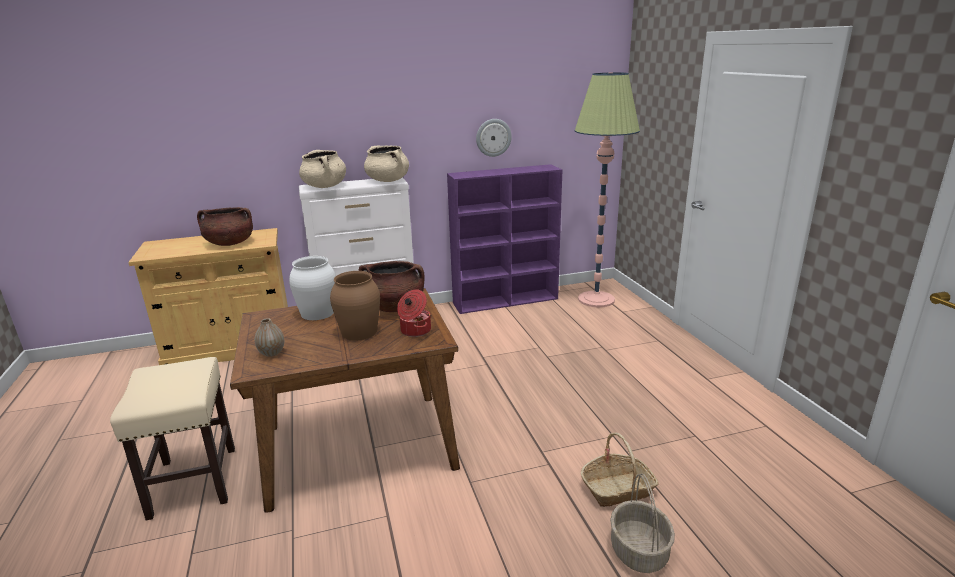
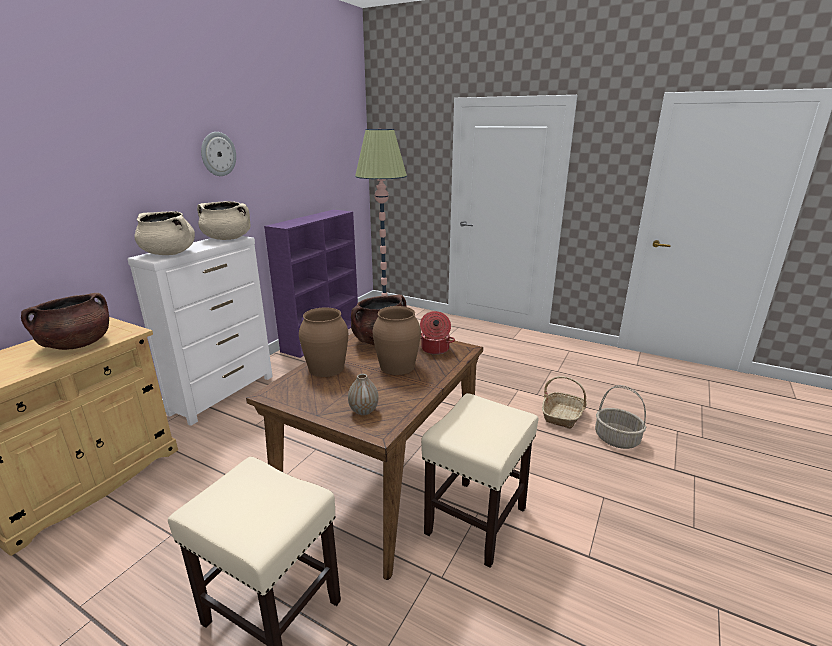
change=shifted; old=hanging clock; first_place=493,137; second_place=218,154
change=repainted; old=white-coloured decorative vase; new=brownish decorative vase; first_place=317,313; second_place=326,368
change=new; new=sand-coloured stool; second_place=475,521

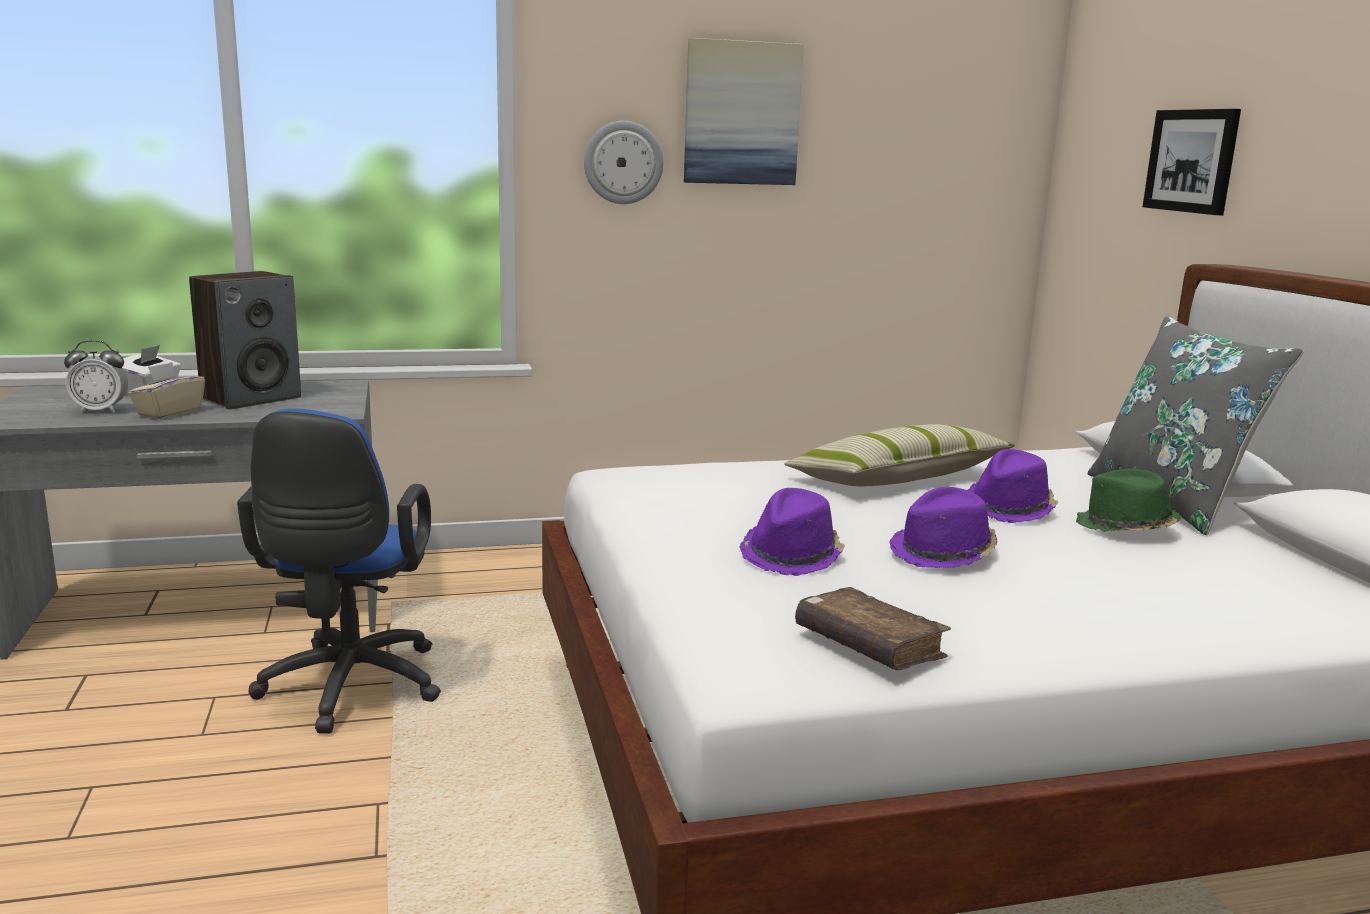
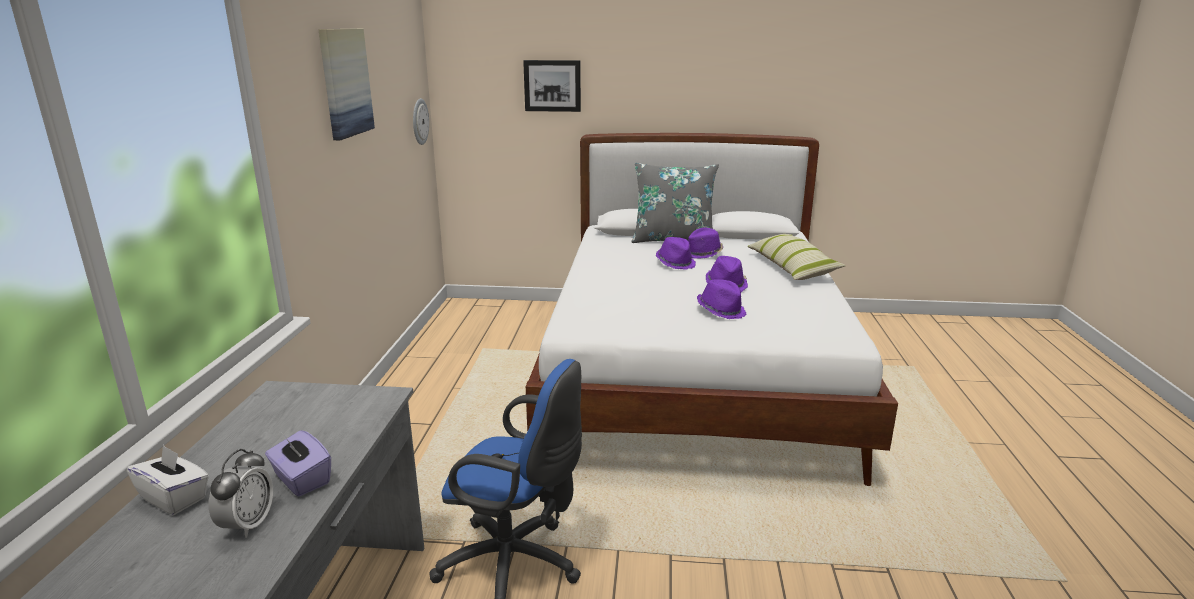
change=shifted; old=hanging clock; first_place=623,162; second_place=419,121
change=gone; old=speaker; first_place=251,398
change=repainted; old=sand-coloured tissue box; new=purple-coloured tissue box; first_place=169,412; second_place=301,480
change=shifted; old=pillow; first_place=898,479; second_place=791,268
change=repainted; old=green-coloured clothing hat; new=purple-coloured clothing hat; first_place=1125,528; second_place=703,253
change=gone; old=brownish book; first_place=868,646

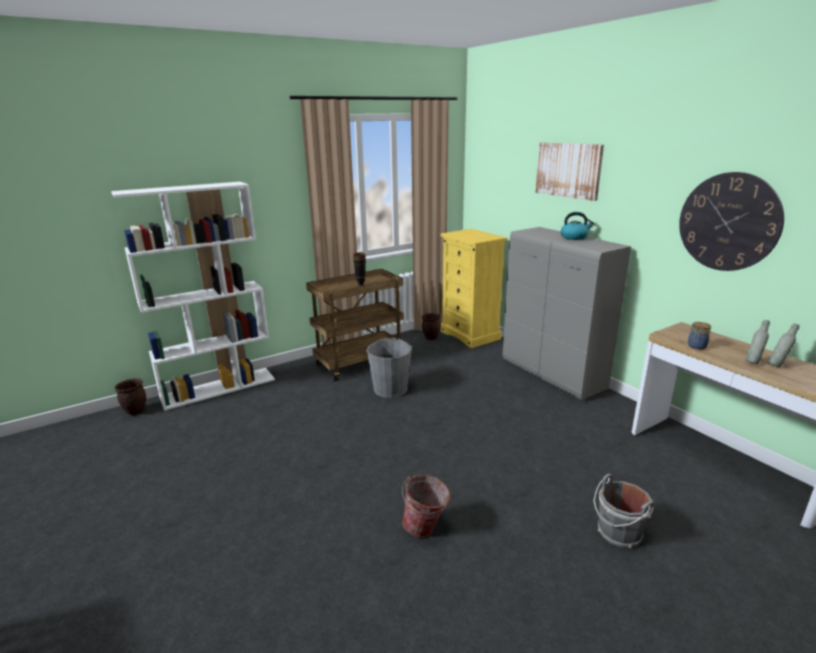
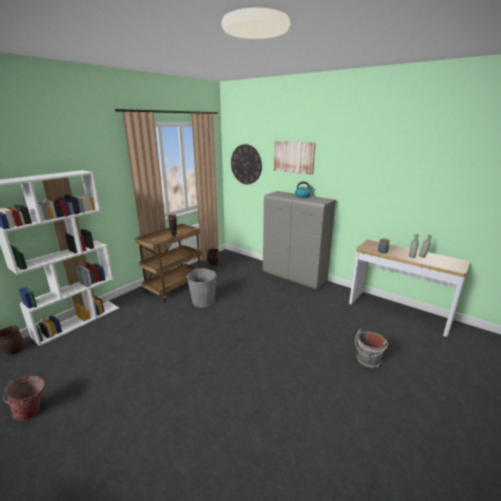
change=shifted; old=hanging clock; first_place=728,222; second_place=246,164
change=gone; old=yellow-coloured drawer chest; first_place=470,335
change=shifted; old=pail; first_place=426,529; second_place=32,413

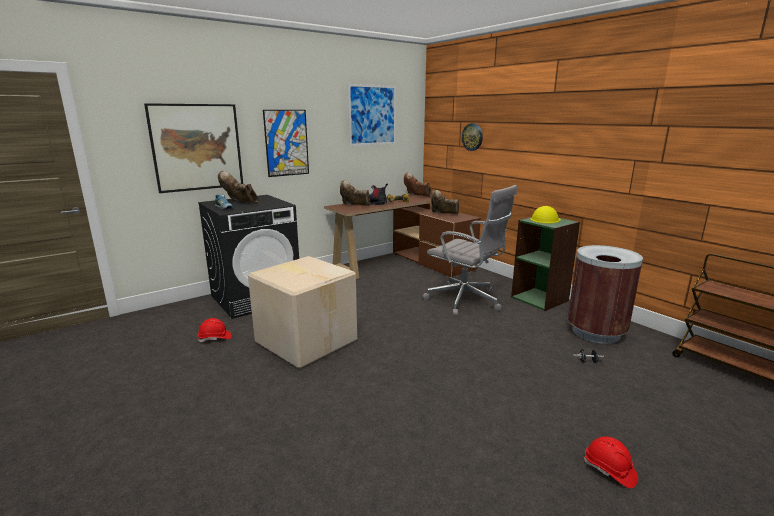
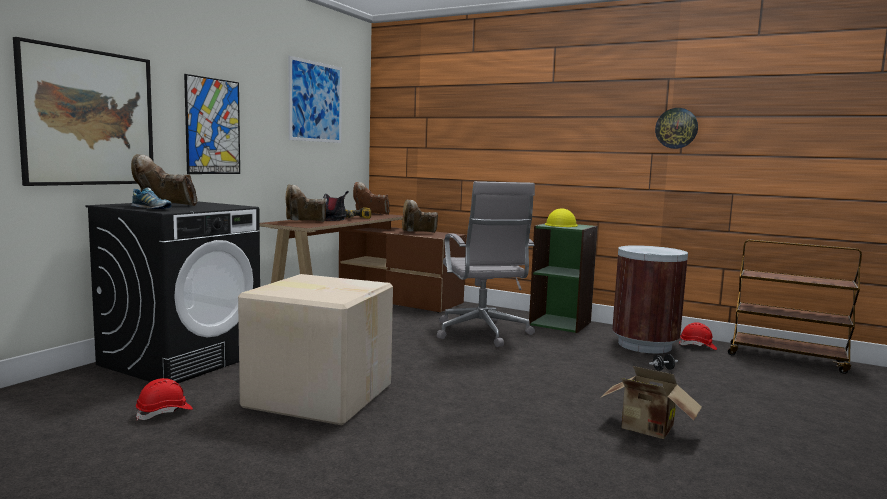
change=shifted; old=hanging clock; first_place=472,137; second_place=676,128
change=rotated; old=greyish computer chair; first_place=465,301; second_place=482,333; degrees=60
change=shifted; old=red safety helmet; first_place=609,470; second_place=697,346
change=new; new=packing box; second_place=647,430

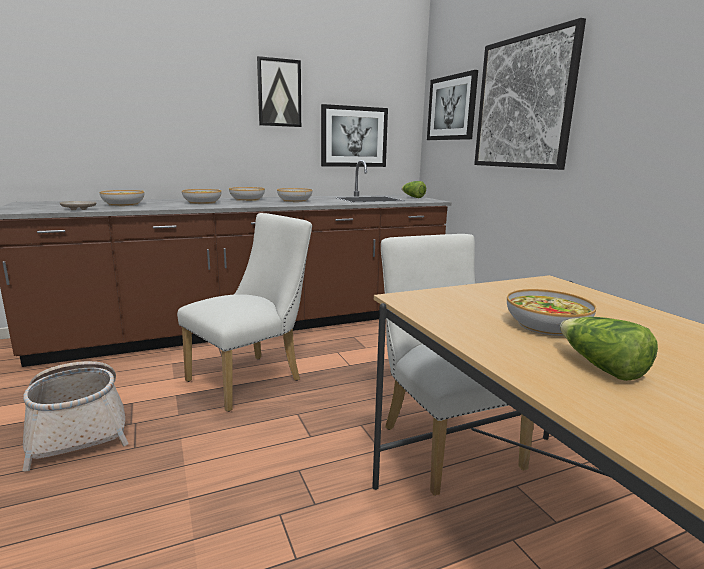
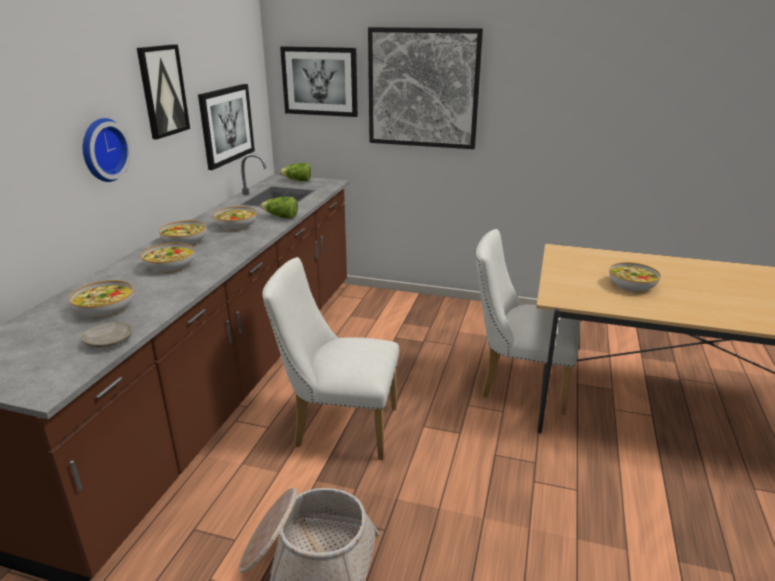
change=rotated; old=white-coloured upright chair; first_place=251,378; second_place=338,426; degrees=-75
change=shifted; old=lettuce; first_place=600,367; second_place=281,217
change=new; new=hanging clock; second_place=102,150

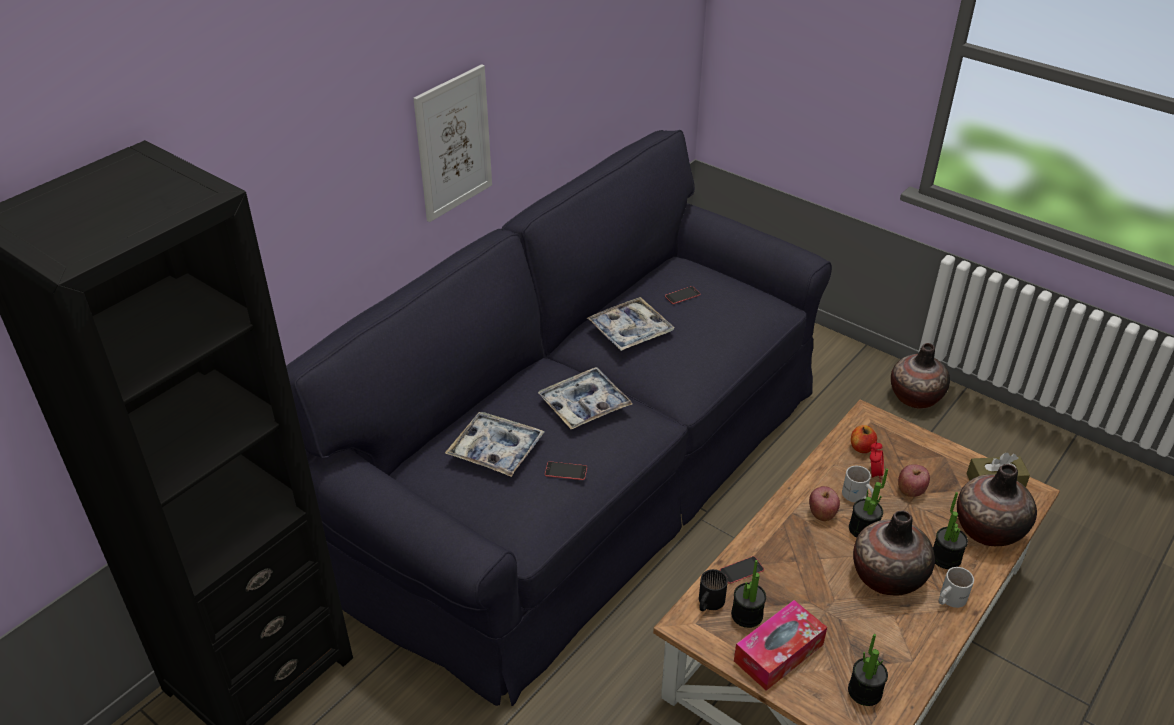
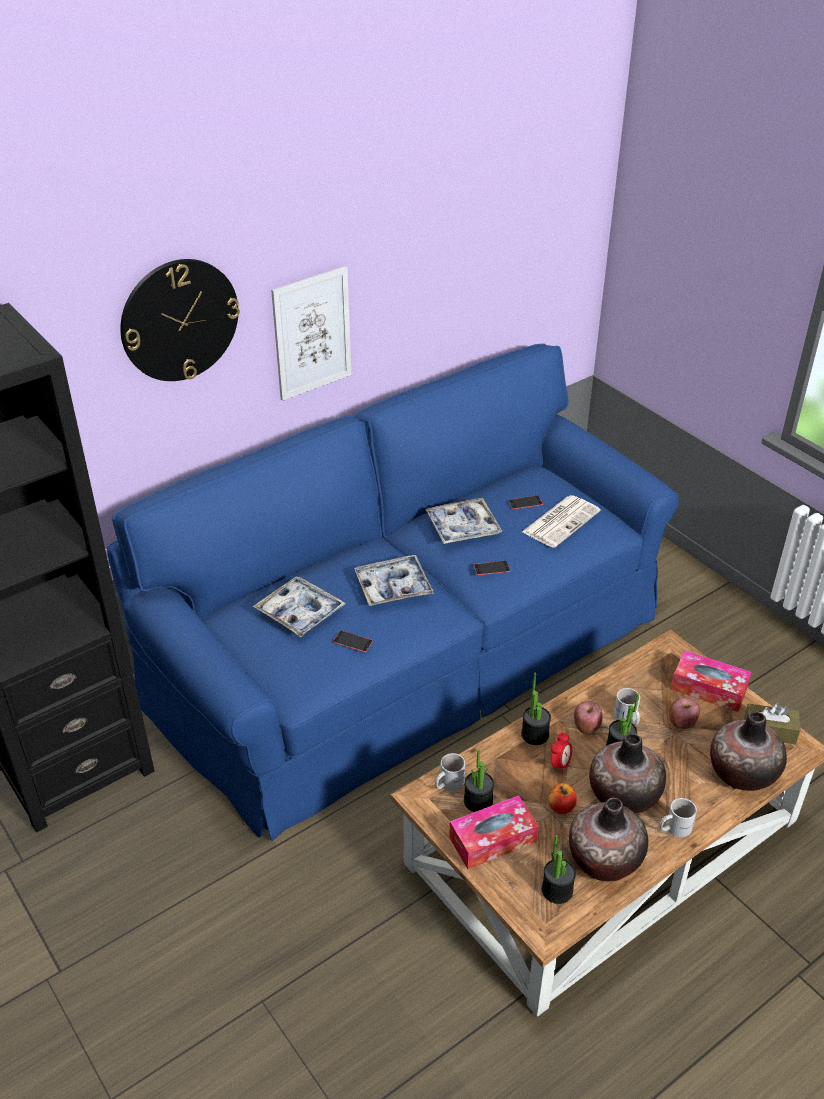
change=repainted; old=blackish settee; new=blue-coloured settee; first_place=587,475; second_place=412,655
change=shifted; old=decorative vase; first_place=915,397; second_place=604,859
change=shifted; old=whole apple; first_place=861,448; second_place=561,807
change=shifted; old=bedside clock; first_place=873,474; second_place=560,764
change=shifted; old=potted plant; first_place=945,558; second_place=534,735
change=shifted; old=phone; first_place=741,570; second_place=492,568
change=repainted; old=blackish mug; new=white-coloured mug; first_place=708,602; second_place=447,783
change=new; new=hanging clock; second_place=179,320
change=new; new=newspaper; second_place=561,521
change=new; new=tissue box; second_place=709,688

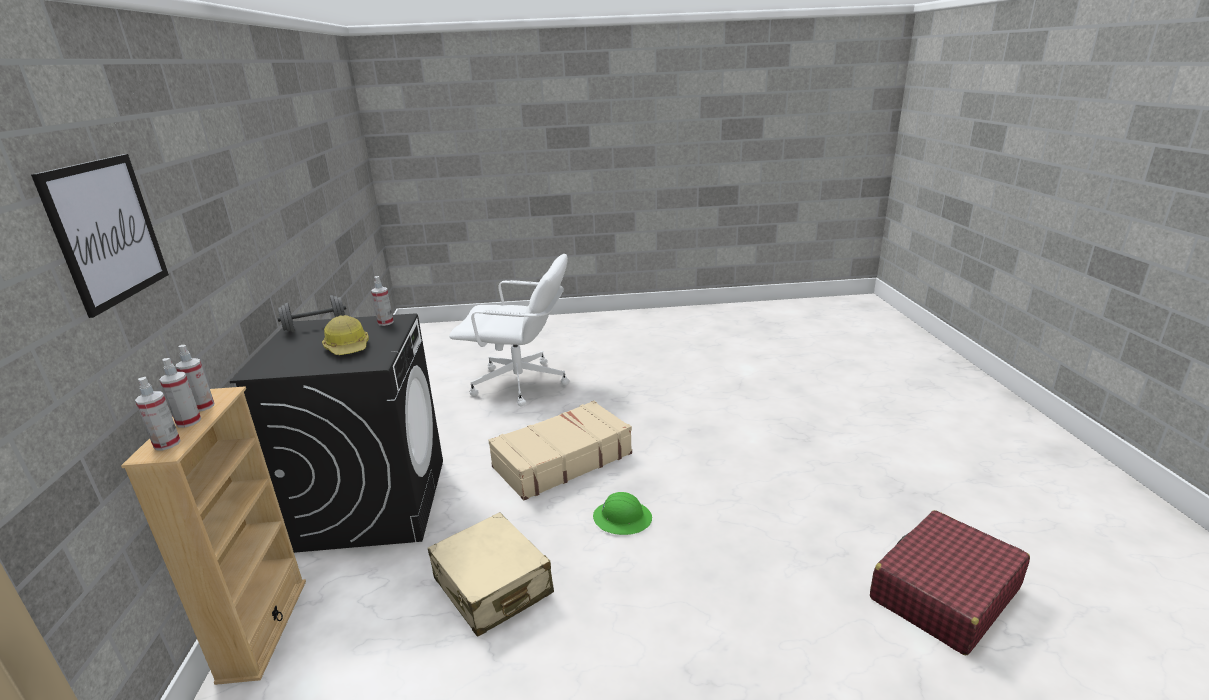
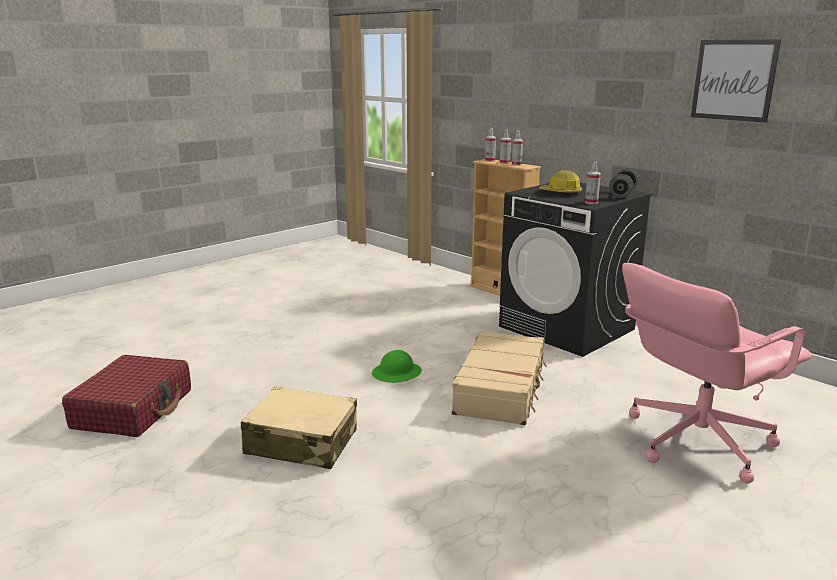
change=shifted; old=picture; first_place=107,231; second_place=733,80
change=repainted; old=white-coloured computer chair; new=pinkish computer chair; first_place=520,384; second_place=696,441
change=shifted; old=sand-coloured piece of luggage; first_place=492,586; second_place=301,442

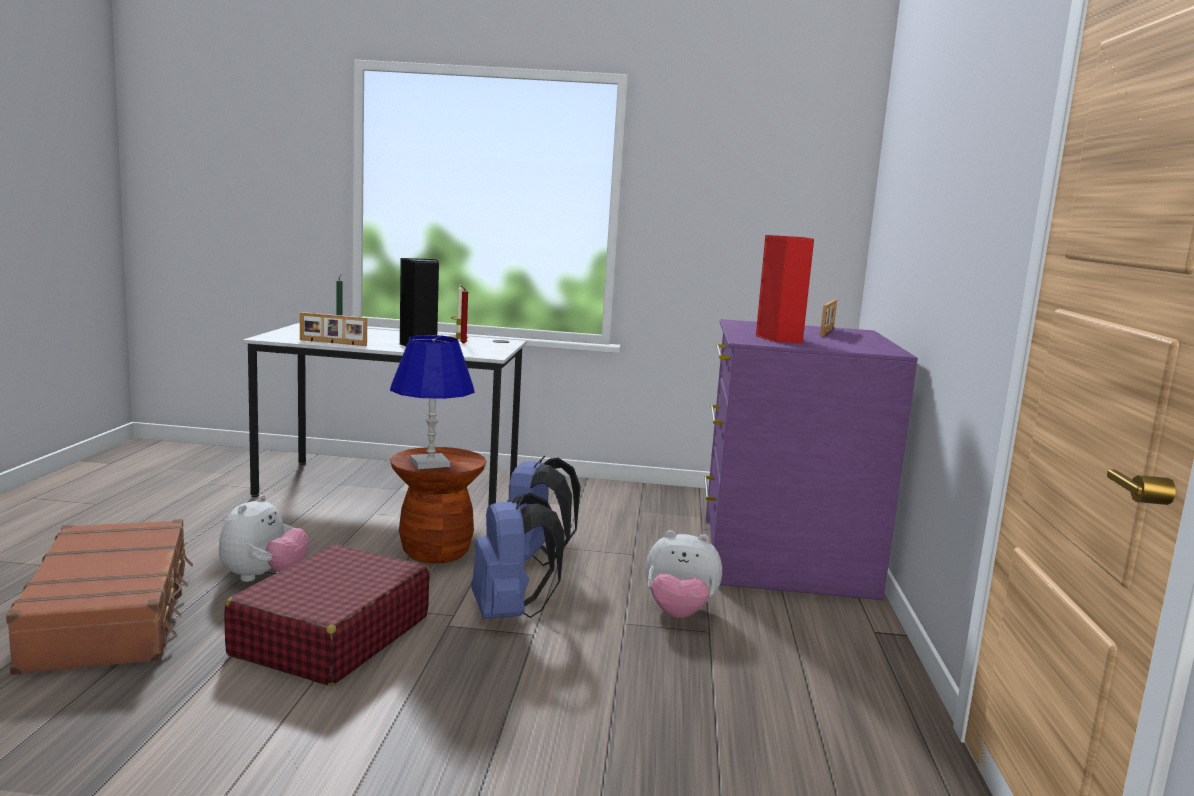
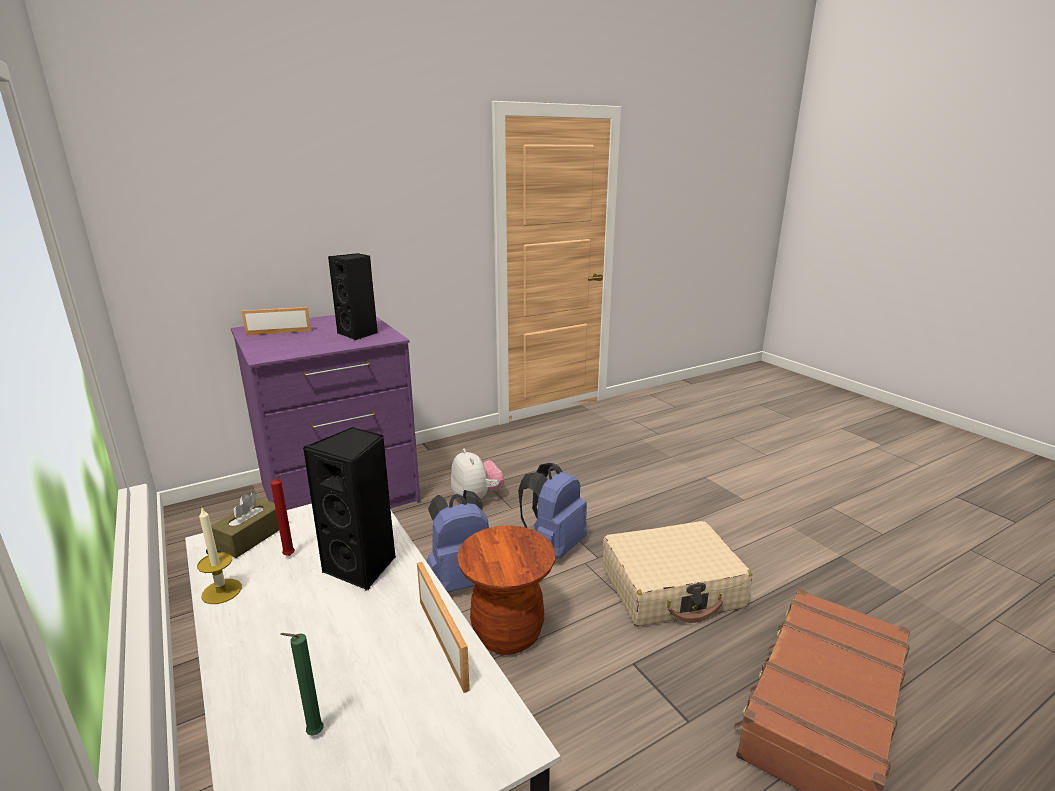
change=repainted; old=red speaker; new=blackish speaker; first_place=781,339; second_place=359,334
change=gone; old=blue-coloured tabletop lamp; first_place=430,463
change=gone; old=soft toy; first_place=263,577
change=repainted; old=red piece of luggage; new=sand-coloured piece of luggage; first_place=331,636; second_place=672,588
change=new; new=brownish tissue box; second_place=250,537

